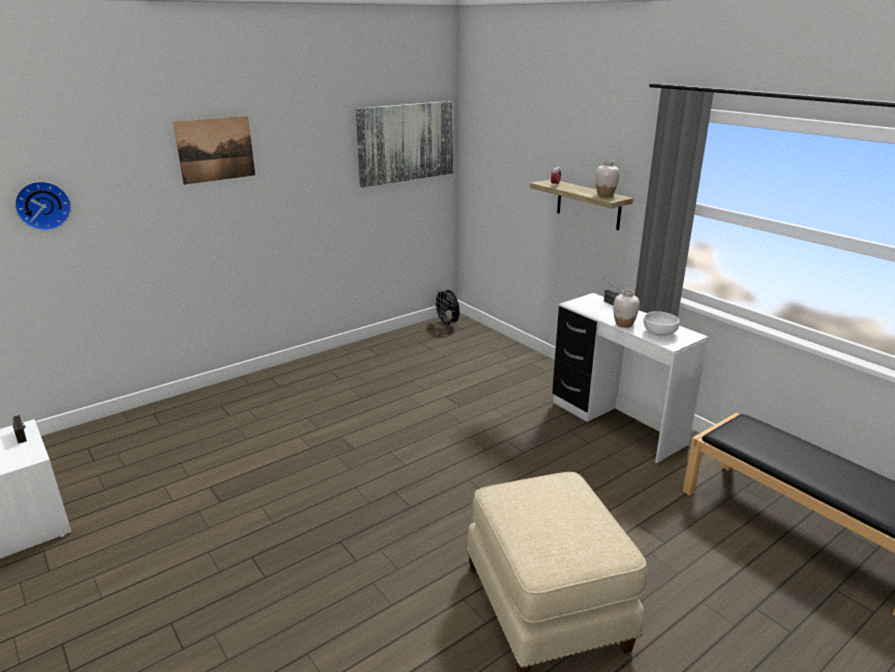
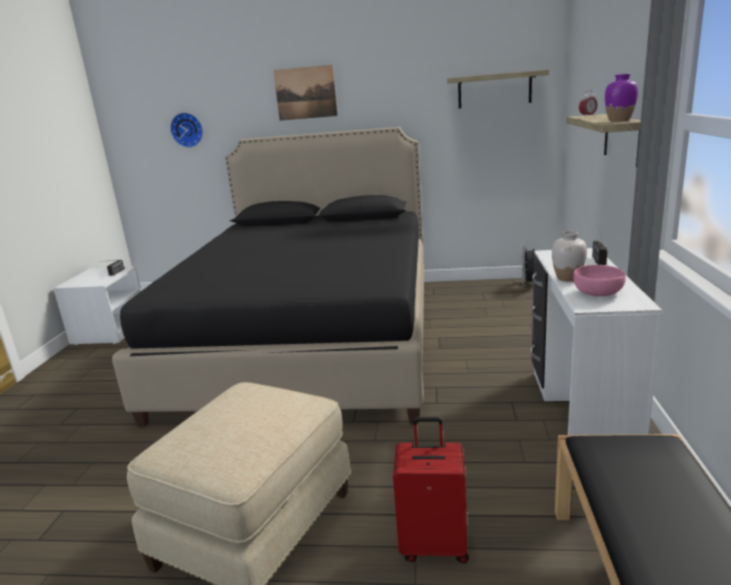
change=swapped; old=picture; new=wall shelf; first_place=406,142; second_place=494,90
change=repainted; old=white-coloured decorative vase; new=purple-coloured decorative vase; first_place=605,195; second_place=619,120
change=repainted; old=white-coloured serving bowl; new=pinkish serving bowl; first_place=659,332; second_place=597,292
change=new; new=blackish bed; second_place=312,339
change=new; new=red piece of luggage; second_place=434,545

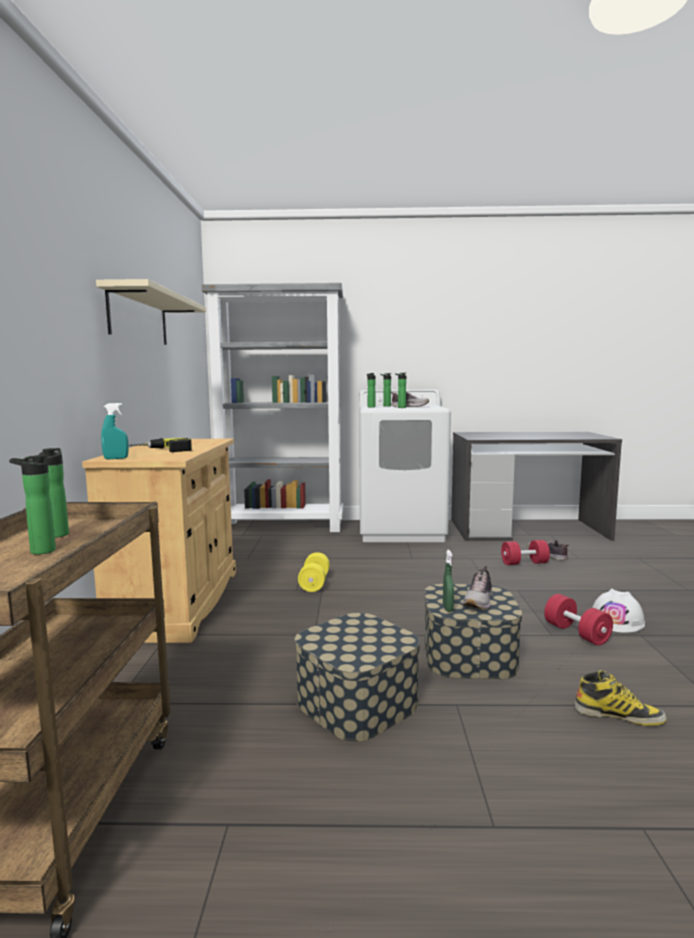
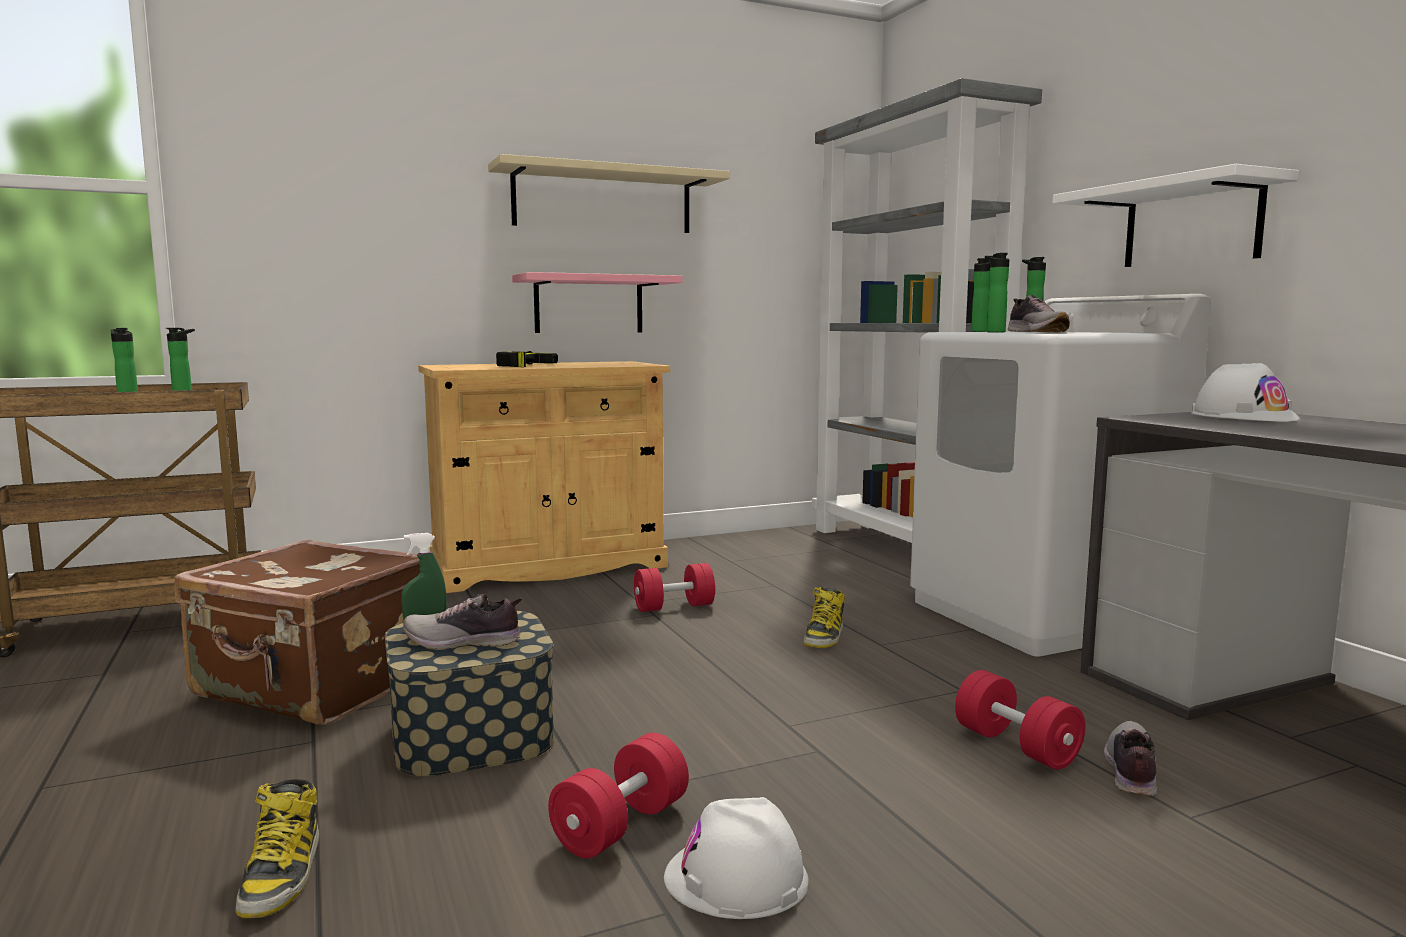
change=gone; old=blue-green spray bottle; first_place=116,458
change=repainted; old=yellow-coloured dumbbell; new=red dumbbell; first_place=314,583; second_place=674,607
change=swapped; old=storage container; new=brownish piece of luggage; first_place=357,702; second_place=315,686
change=new; new=white-coloured wall shelf; second_place=1191,224
change=new; new=pinkish wall shelf; second_place=589,304
change=new; new=white-coloured safety helmet; second_place=1243,416
change=new; new=high-top boot; second_place=824,636

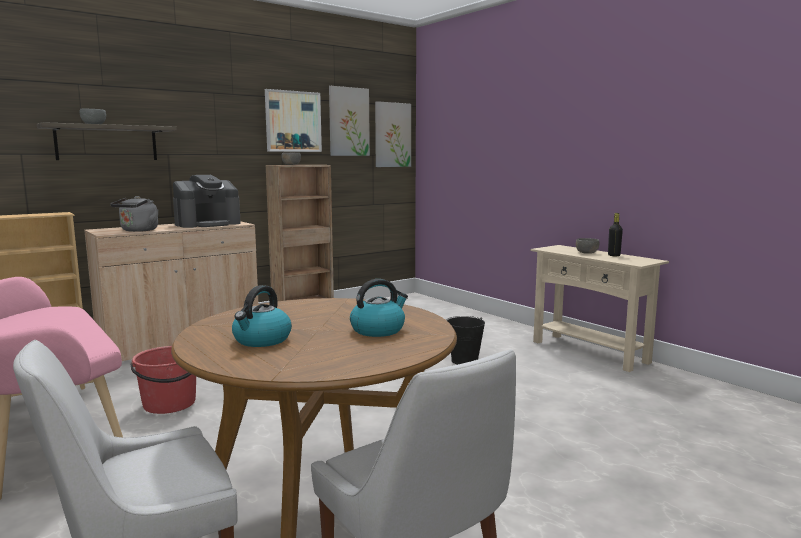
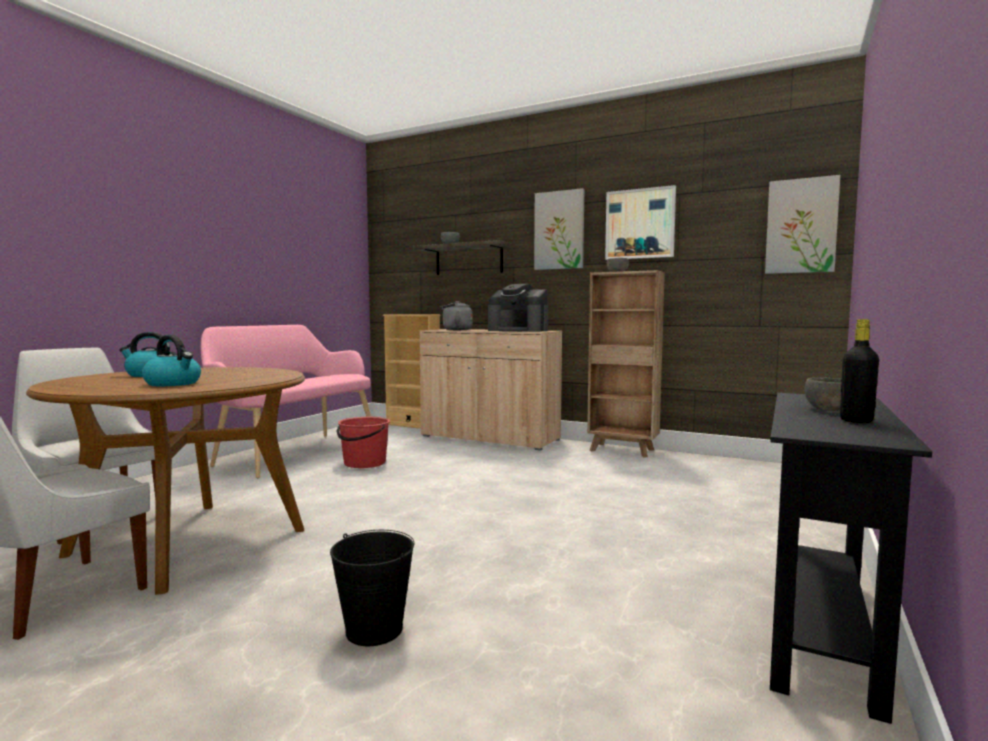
change=shifted; old=picture; first_place=348,122; second_place=559,230
change=repainted; old=sand-coloured hall table; new=blackish hall table; first_place=589,352; second_place=820,630
change=shifted; old=blackish pail; first_place=465,361; second_place=374,630

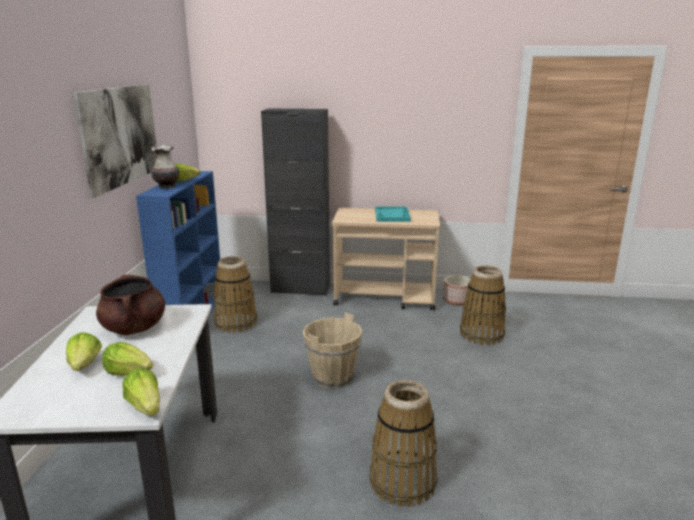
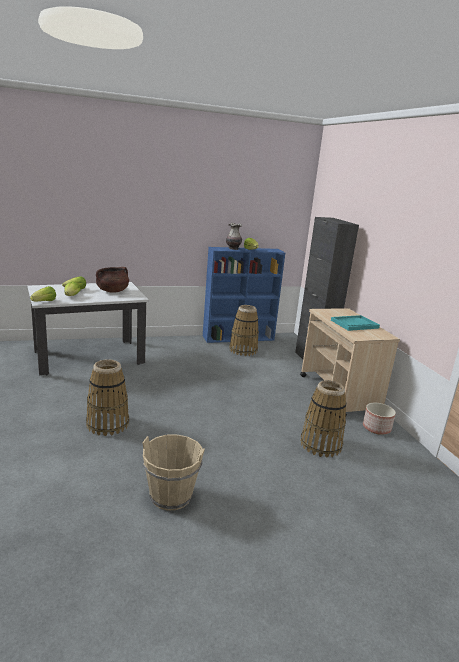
change=gone; old=picture; first_place=120,136
change=shifted; old=sand-coloured pail; first_place=333,377; second_place=170,496

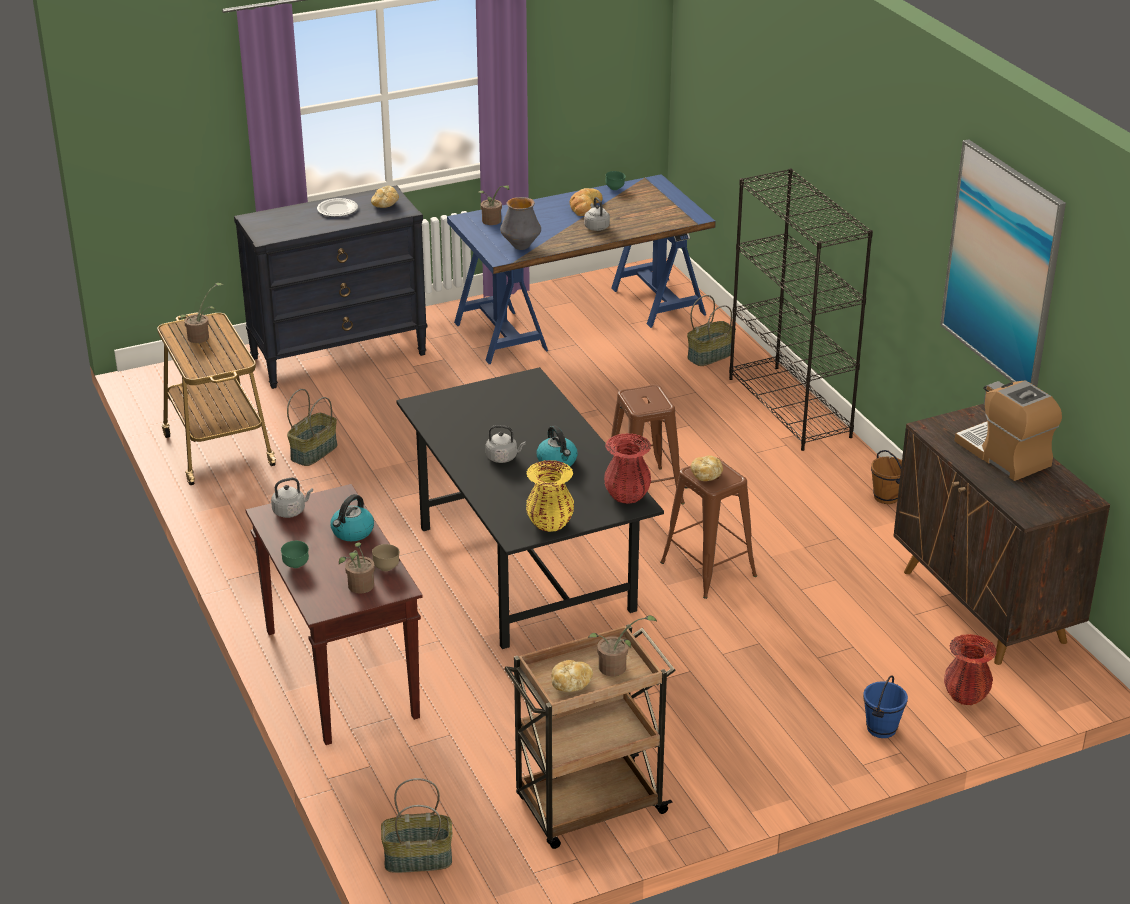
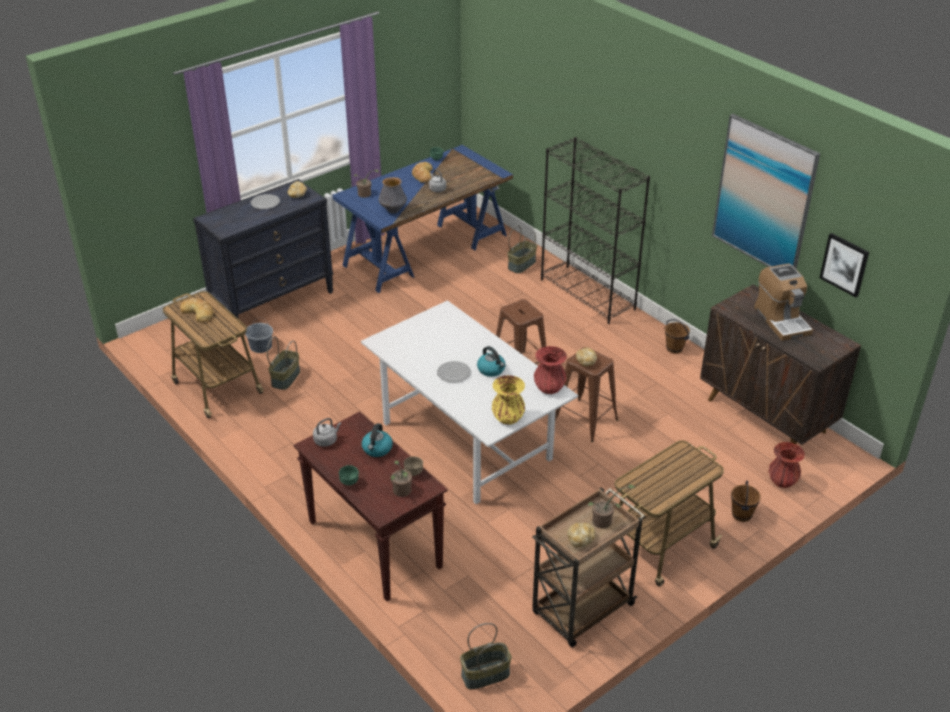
change=swapped; old=potted plant; new=bread; first_place=202,337; second_place=198,312
change=repainted; old=blackish kitchen table; new=white-coloured kitchen table; first_place=527,569; second_place=468,441
change=rotated; old=coffee maker; first_place=1004,455; second_place=781,320; degrees=-150
change=swapped; old=greyish kettle; new=dinner plate; first_place=503,457; second_place=454,373
change=repainted; old=blue-coloured pail; new=brownish pail; first_place=882,729; second_place=742,515
change=new; new=picture; second_place=844,264
change=new; new=greyish pail; second_place=260,346
change=new; new=wheeled cart; second_place=659,547

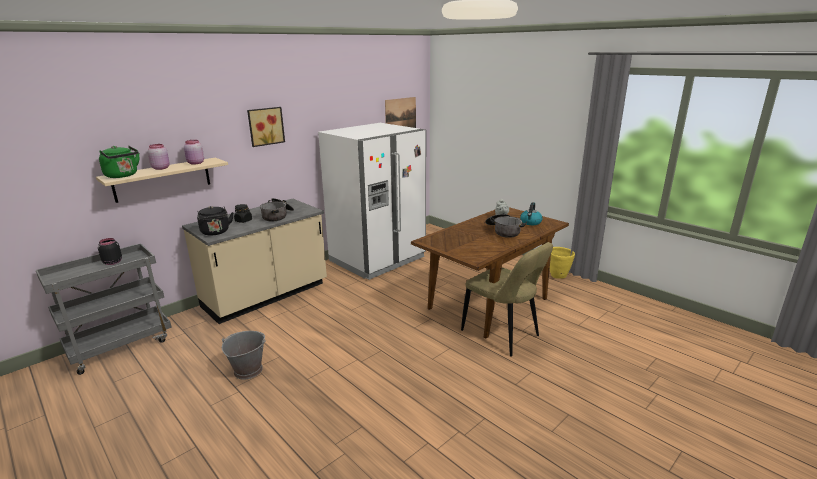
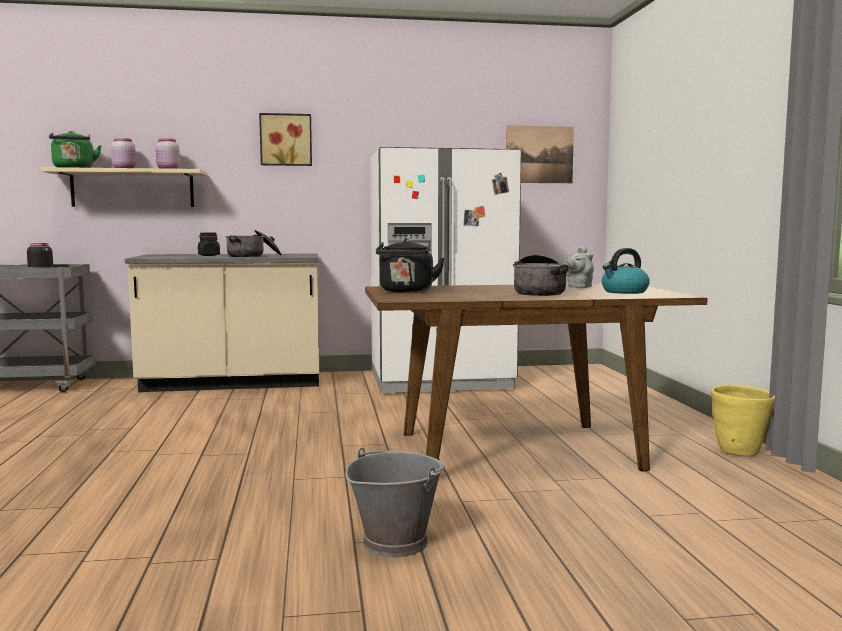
change=shifted; old=blackish kettle; first_place=216,232; second_place=406,291
change=gone; old=sand-coloured upright chair; first_place=503,335
change=shifted; old=greyish pail; first_place=248,370; second_place=395,542

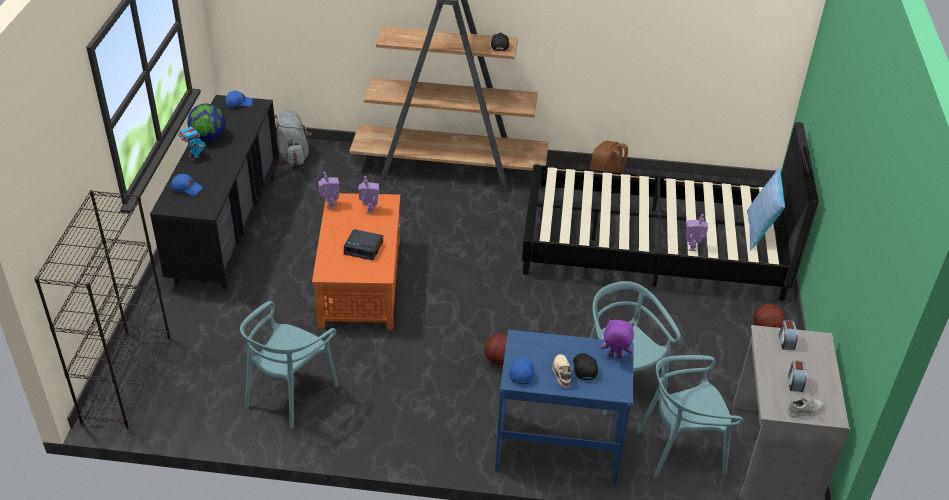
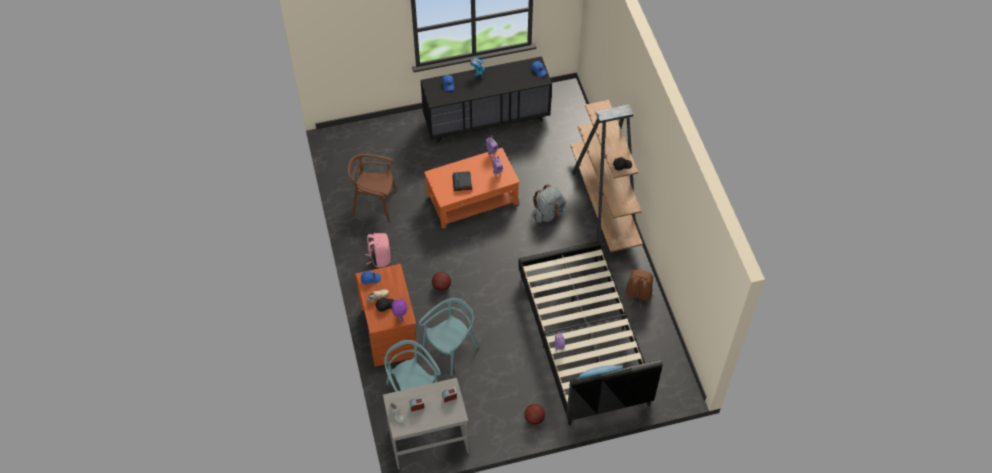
change=gone; old=world globe; first_place=208,137
change=shifted; old=greyish knapsack; first_place=292,156; second_place=548,213
change=gone; old=blackish bookshelf; first_place=127,377
change=repainted; old=blue-green upright chair; new=brownish upright chair; first_place=290,393; second_place=375,202
change=repainted; old=blue-coloured desk unit; new=brownish desk unit; first_place=558,446; second_place=390,332
change=new; new=pinkish knapsack; second_place=380,258

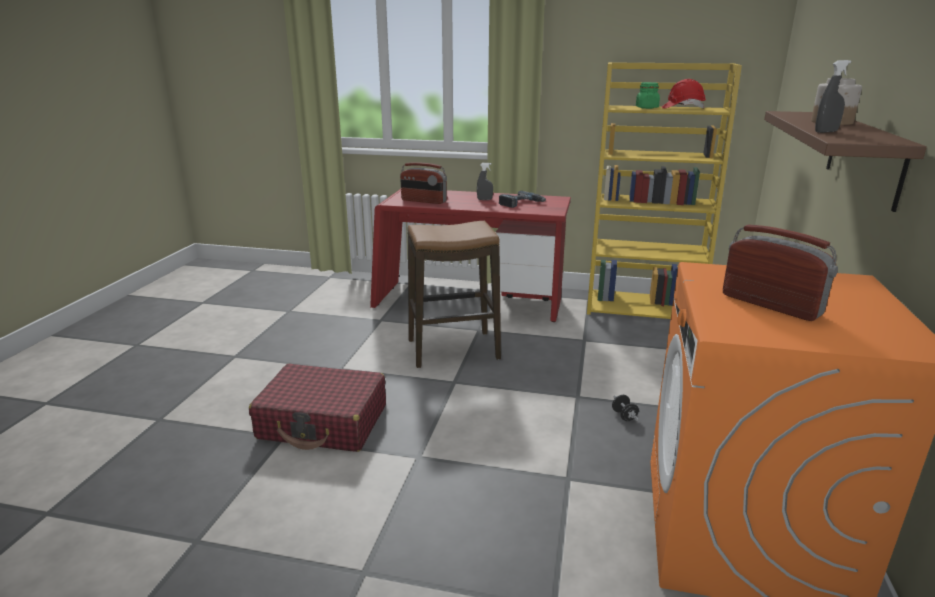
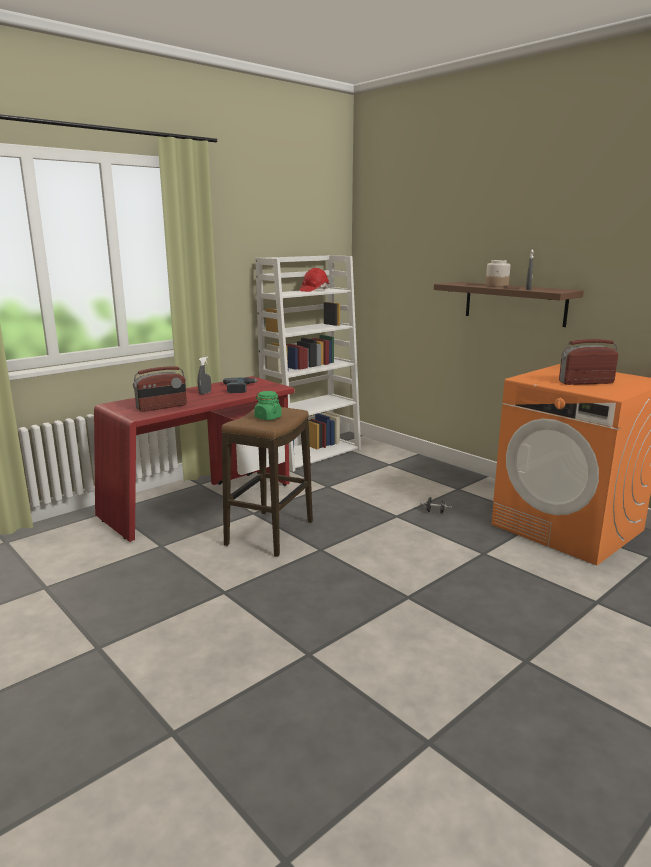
change=repainted; old=yellow-coloured bookshelf; new=white-coloured bookshelf; first_place=644,307; second_place=312,453
change=shifted; old=green-coloured preserve jar; first_place=646,108; second_place=268,418
change=gone; old=red piece of luggage; first_place=323,422

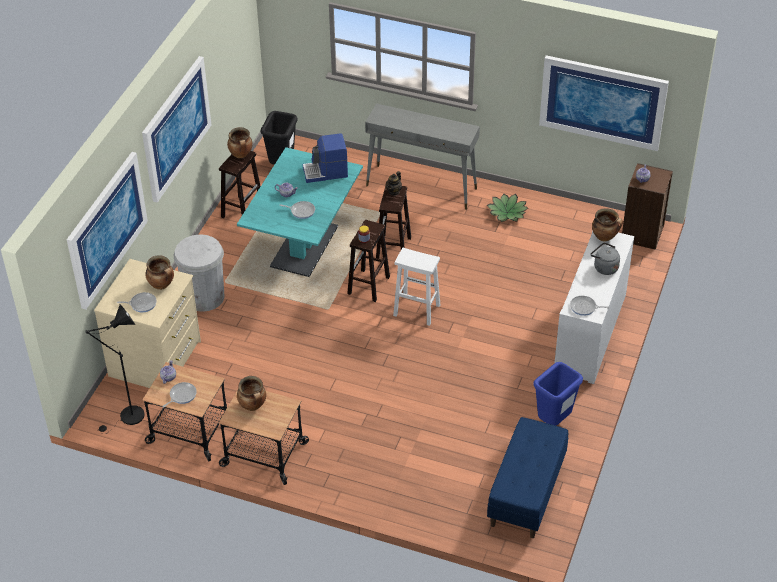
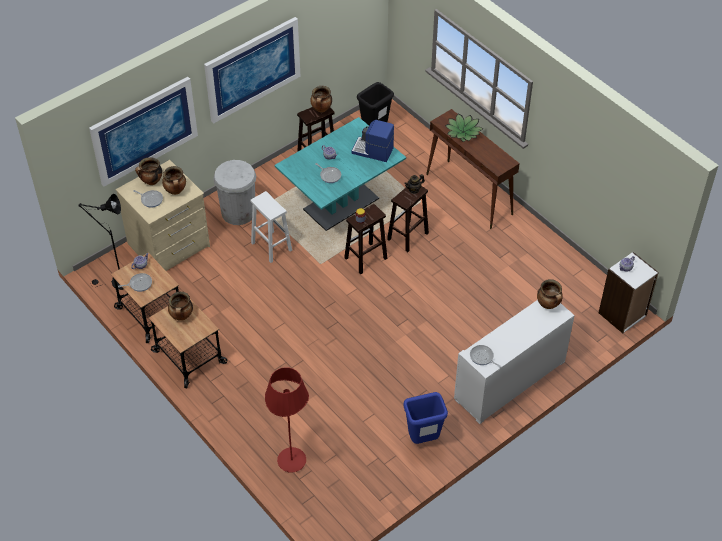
change=gone; old=picture; first_place=602,102
change=repainted; old=greyish hall table; new=brownish hall table; first_place=422,187; second_place=469,194
change=repainted; old=brownish bookshelf; new=white-coloured bookshelf; first_place=643,234; second_place=622,315
change=shifted; old=potted plant; first_place=507,212; second_place=463,132
change=gone; old=greyish kettle; first_place=604,267
change=shifted; old=white-coloured stool; first_place=416,310; second_place=271,246
change=gone; old=blue-coloured long seat; first_place=527,493
change=new; new=stockpot; second_place=151,181
change=new; new=red standing lamp; second_place=292,461

